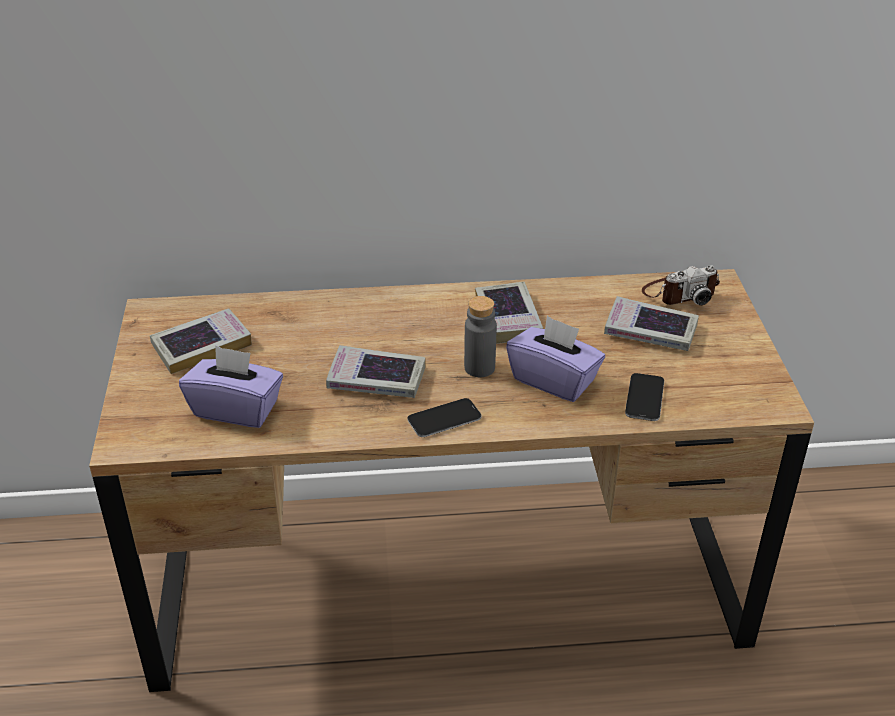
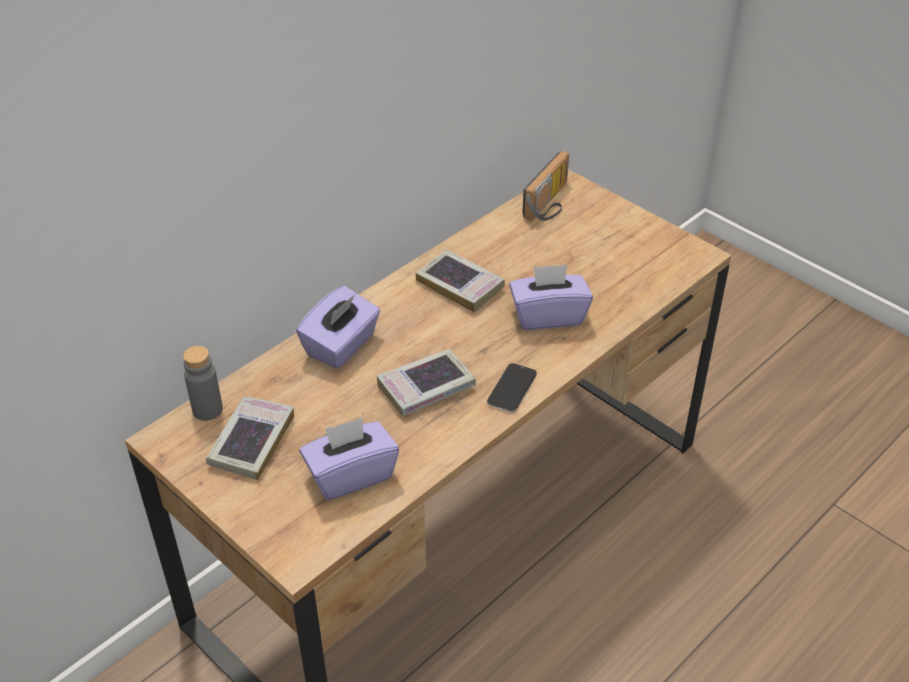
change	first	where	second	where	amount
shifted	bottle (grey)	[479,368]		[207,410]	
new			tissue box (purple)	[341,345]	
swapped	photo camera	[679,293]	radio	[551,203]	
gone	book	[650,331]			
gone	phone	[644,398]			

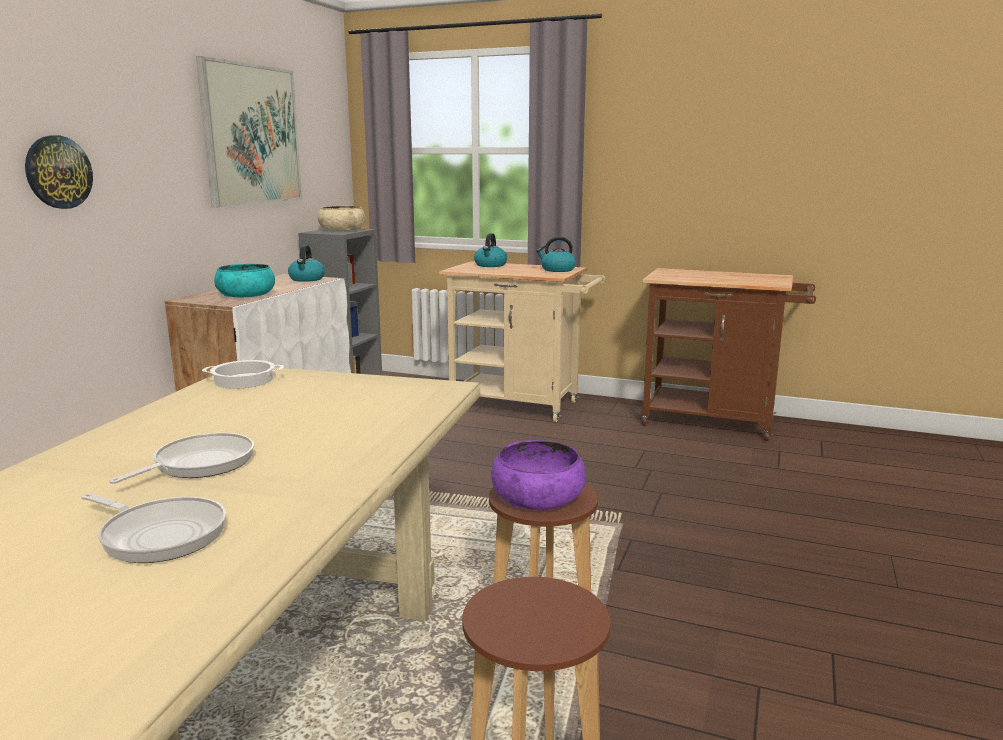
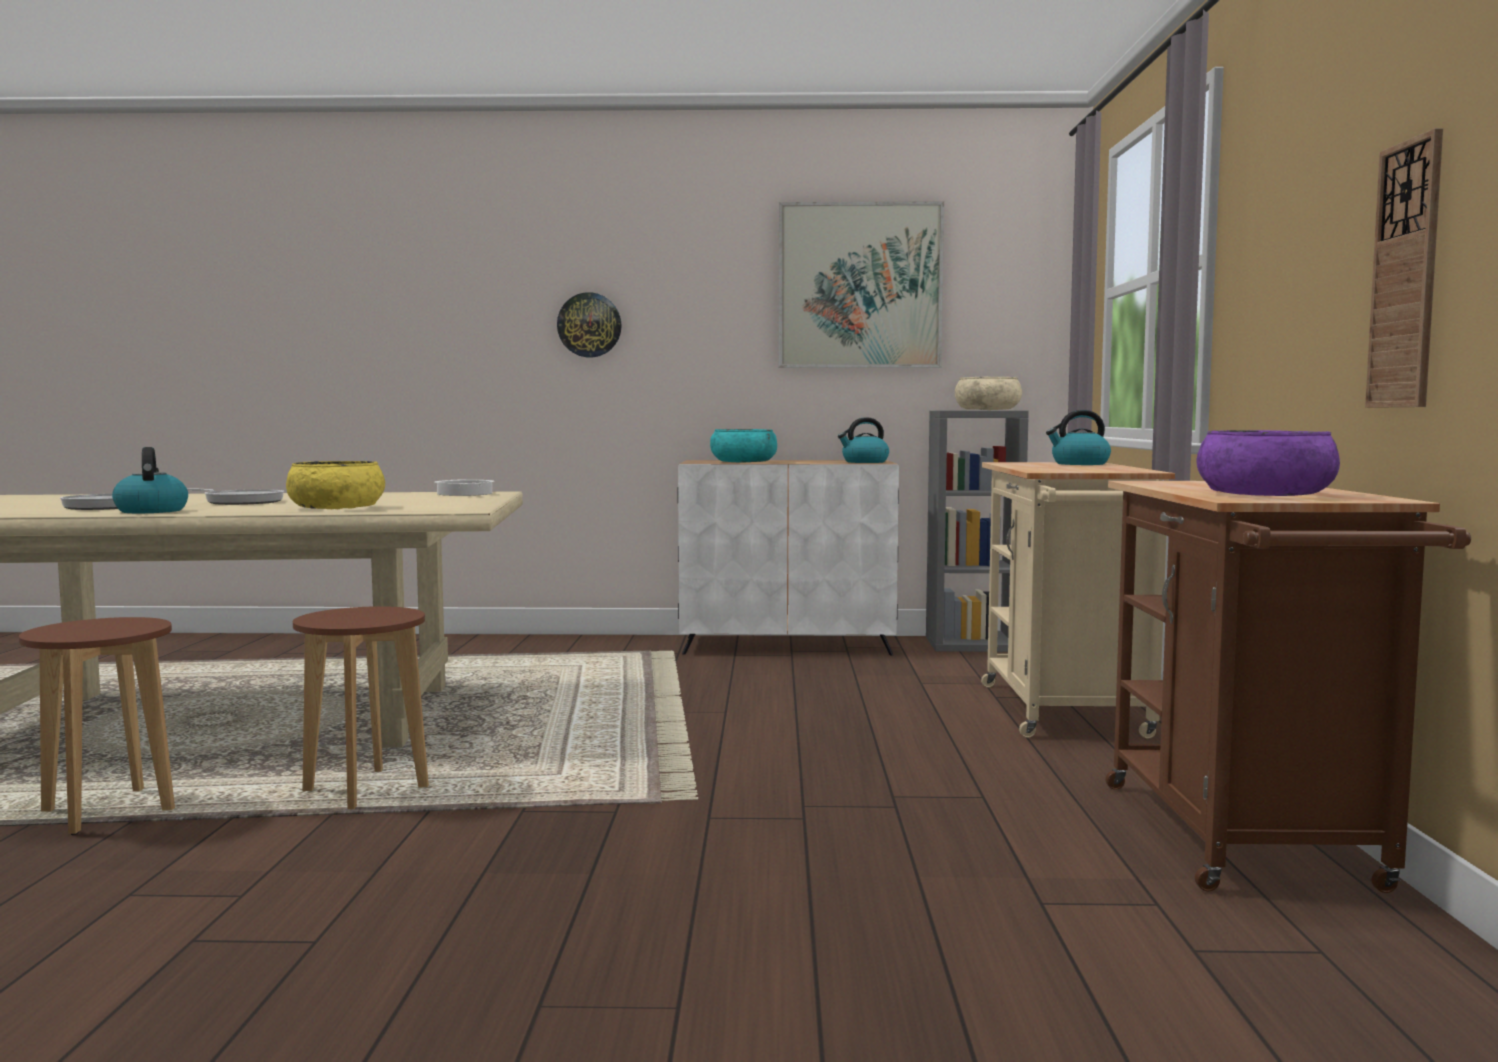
change	first	where	second	where	amount
shifted	kettle	[557,270]		[151,511]	
new			bowl (yellow)	[337,508]	
shifted	bowl (purple)	[537,497]		[1264,494]	
new			wall clock	[1406,275]	

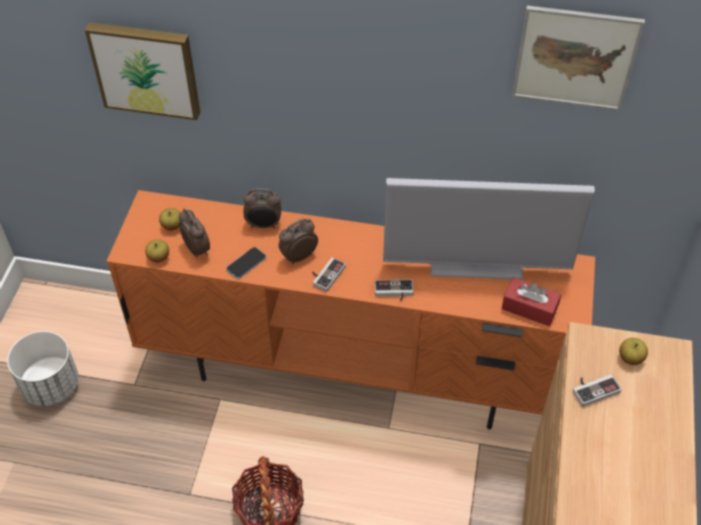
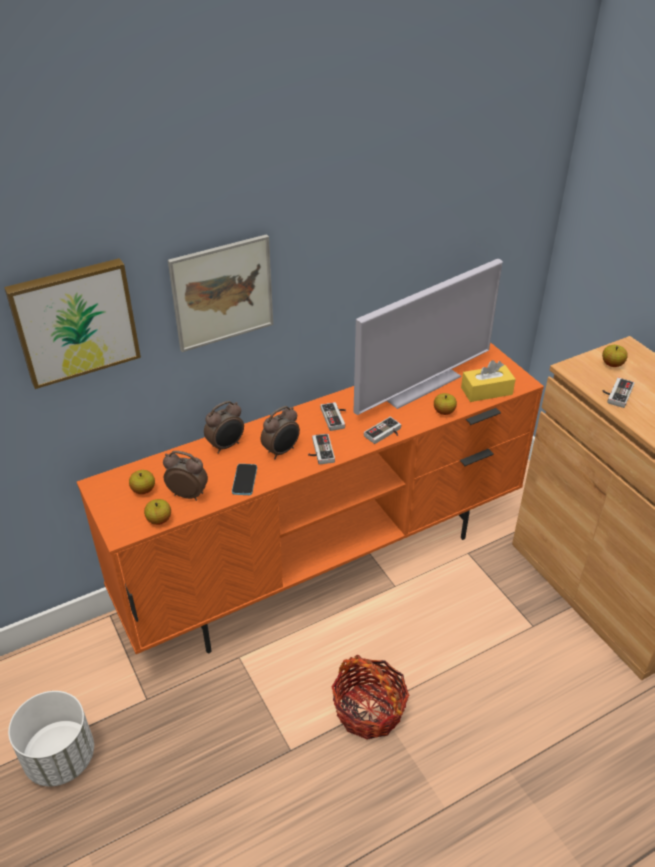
change	first	where	second	where	amount
shifted	picture	[575,58]		[222,293]	
rotated	alarm clock	[298,256]		[282,451]	150 degrees counterclockwise
new			game controller	[336,418]	
new			apple	[444,412]	
repainted	tissue box (red)	[529,308]	tissue box (yellow)	[486,391]	

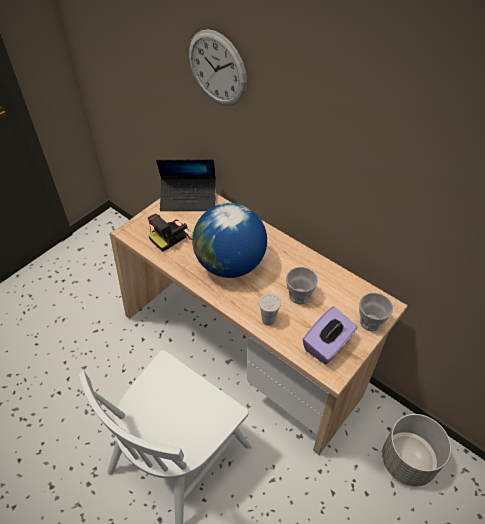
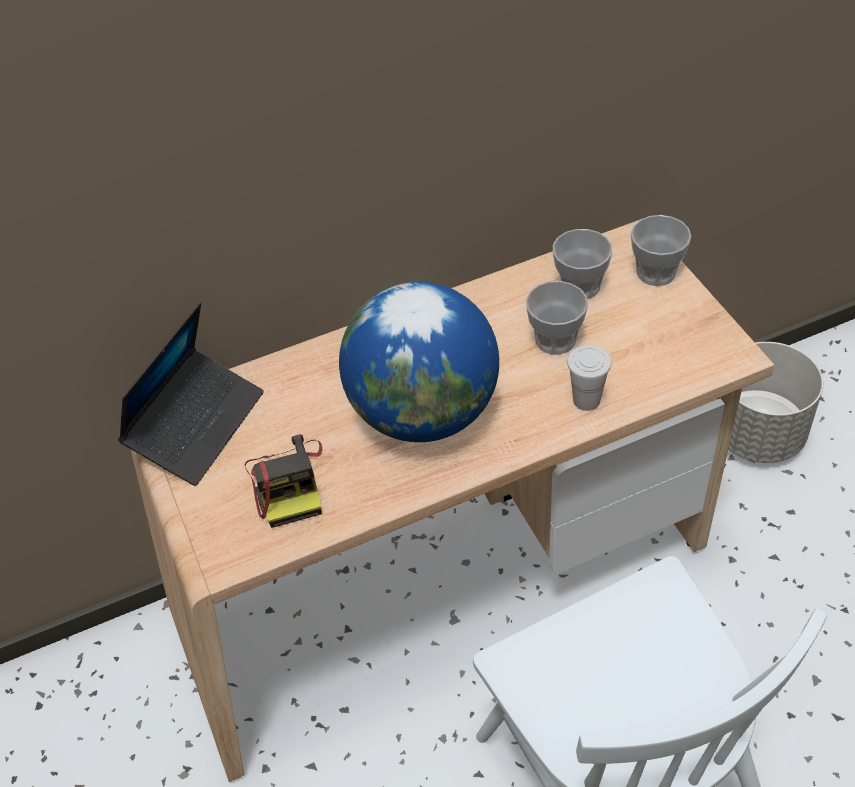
change	first	where	second	where	amount
new			cup	[580,286]	
gone	wall clock	[217,69]			
gone	tissue box (purple)	[327,345]			

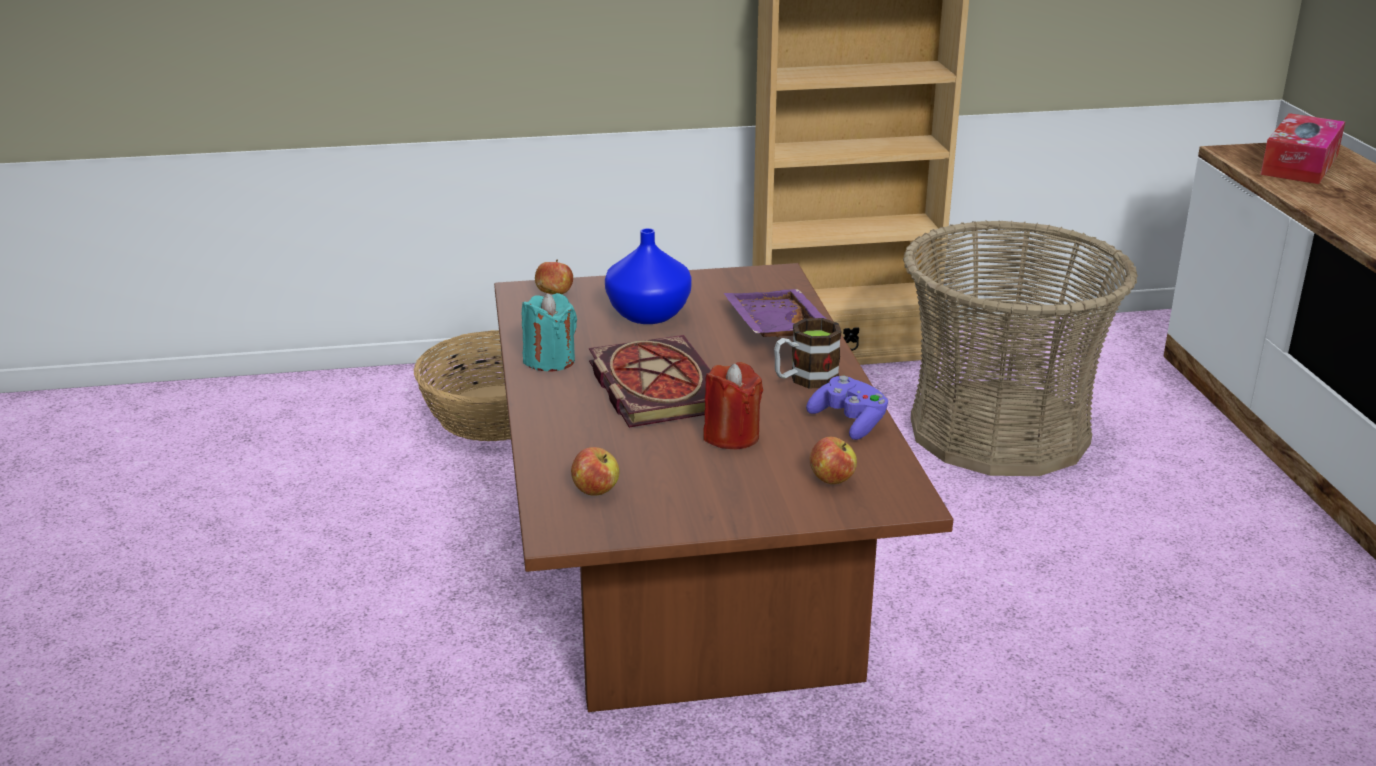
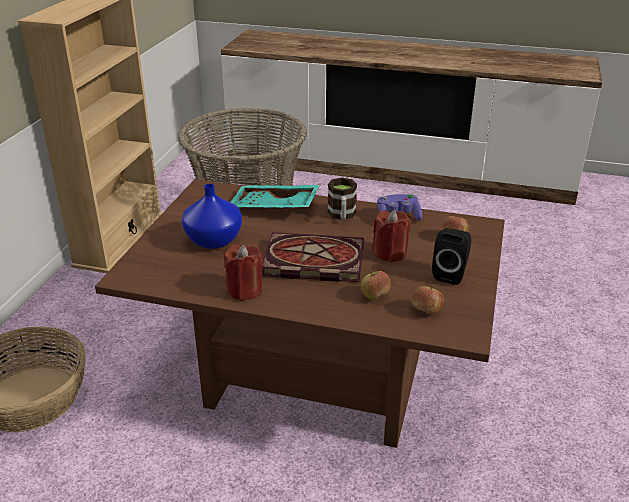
change	first	where	second	where	amount
repainted	candle (turquoise)	[550,360]	candle (red)	[244,290]	
repainted	tray (purple)	[774,329]	tray (turquoise)	[273,208]	
shifted	apple	[554,294]		[374,296]	
new			speaker (black)	[451,274]	
gone	tissue box	[1299,164]			

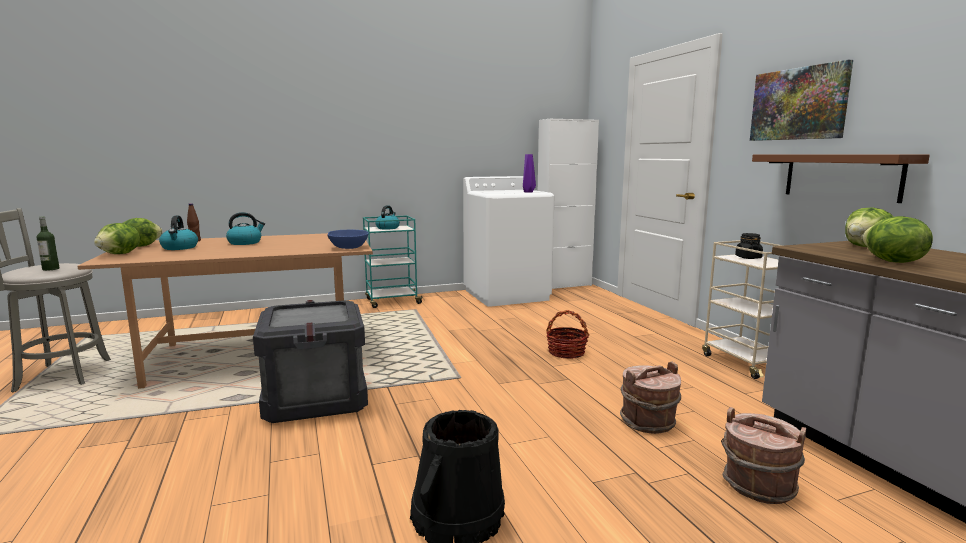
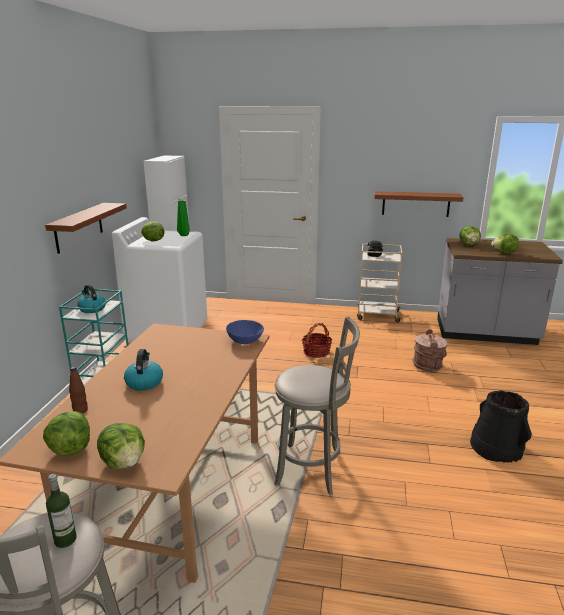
change	first	where	second	where	amount
new			shelf (brown)	[79,227]	
new			lettuce	[153,241]	
repainted	vase (purple)	[528,192]	vase (green)	[184,235]	
swapped	crate	[314,399]	stool (grey)	[313,469]	
gone	kettle	[179,248]			
gone	bucket (brown)	[758,486]			
gone	picture	[798,104]			

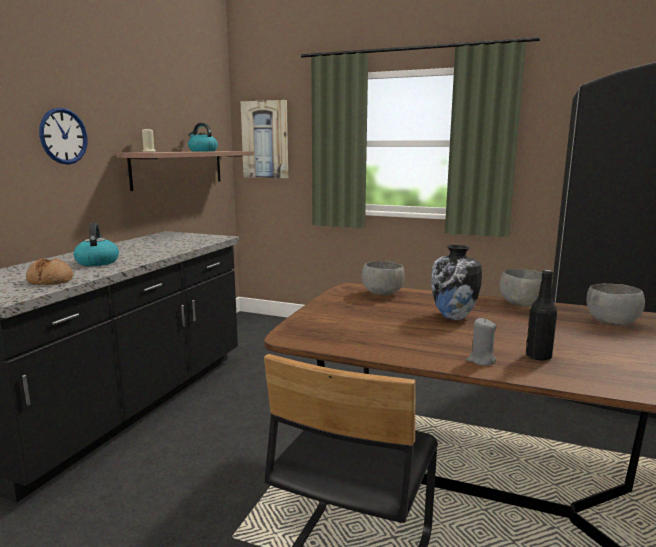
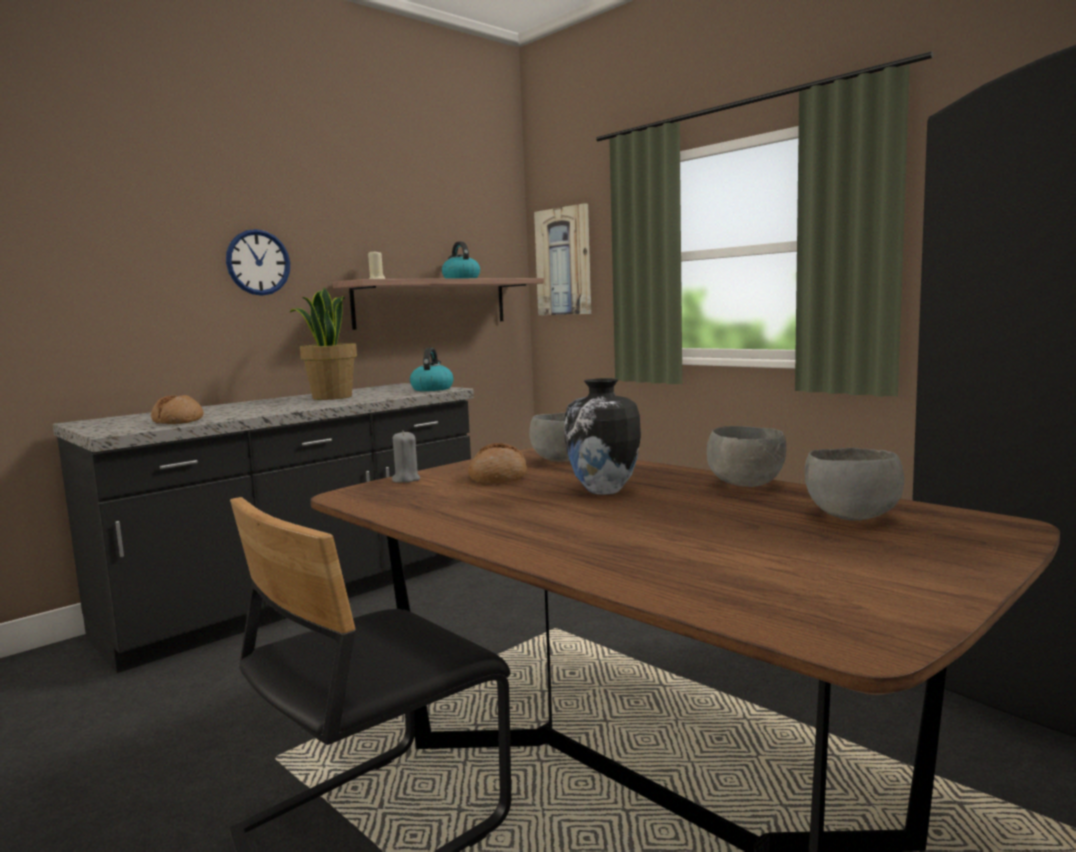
change	first	where	second	where	amount
new			potted plant	[331,397]	
shifted	candle (grey)	[481,360]		[406,480]	
shifted	kettle	[97,262]		[432,389]	
new			bread	[498,477]	
gone	bottle (black)	[538,356]			

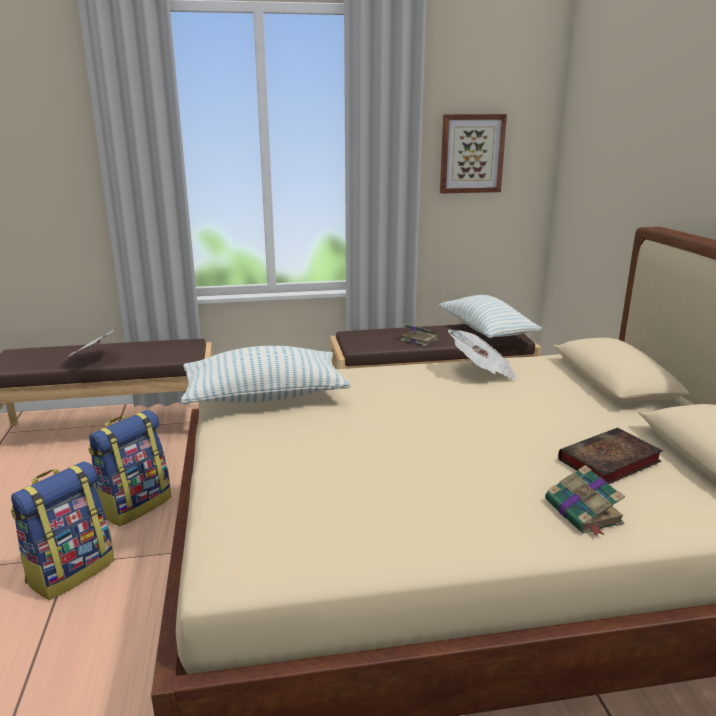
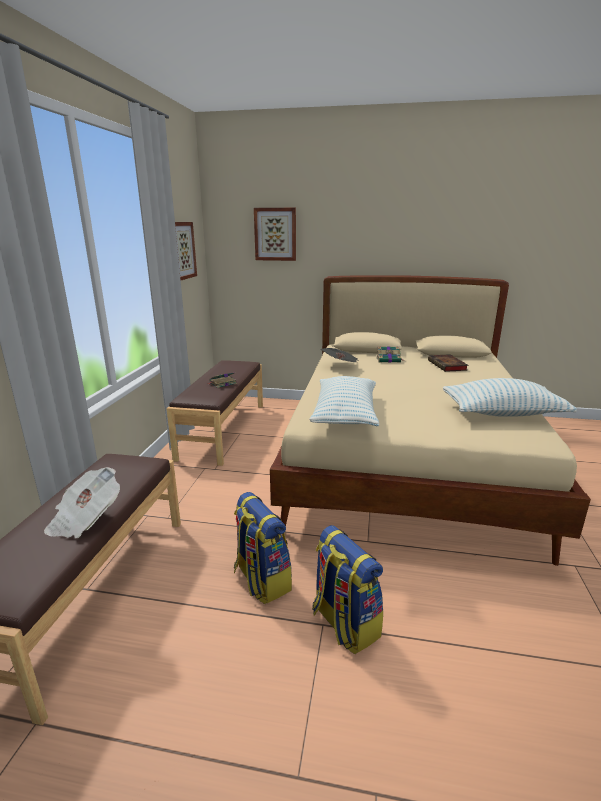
change	first	where	second	where	amount
new			picture	[275,234]	
shifted	book	[584,513]		[389,360]	
shifted	pillow	[486,331]		[502,413]	

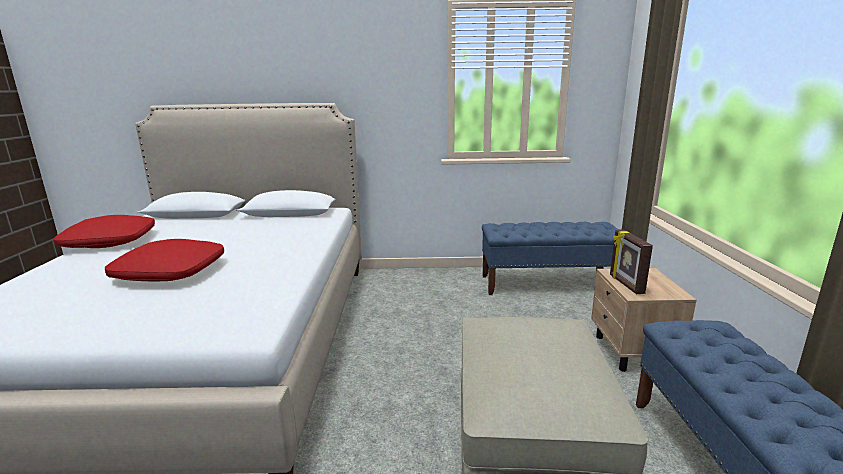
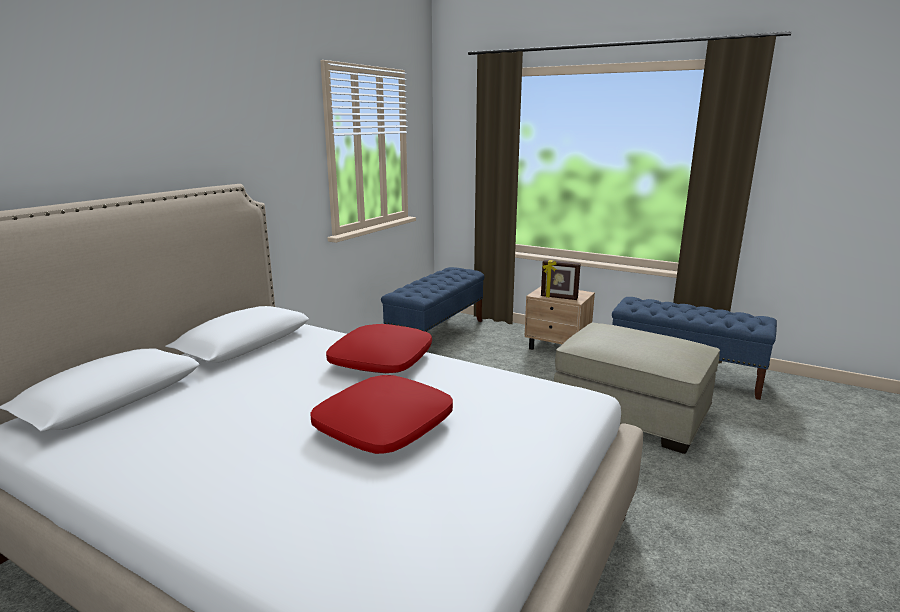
change	first	where	second	where	amount
shifted	pillow (red)	[110,241]		[381,360]	

